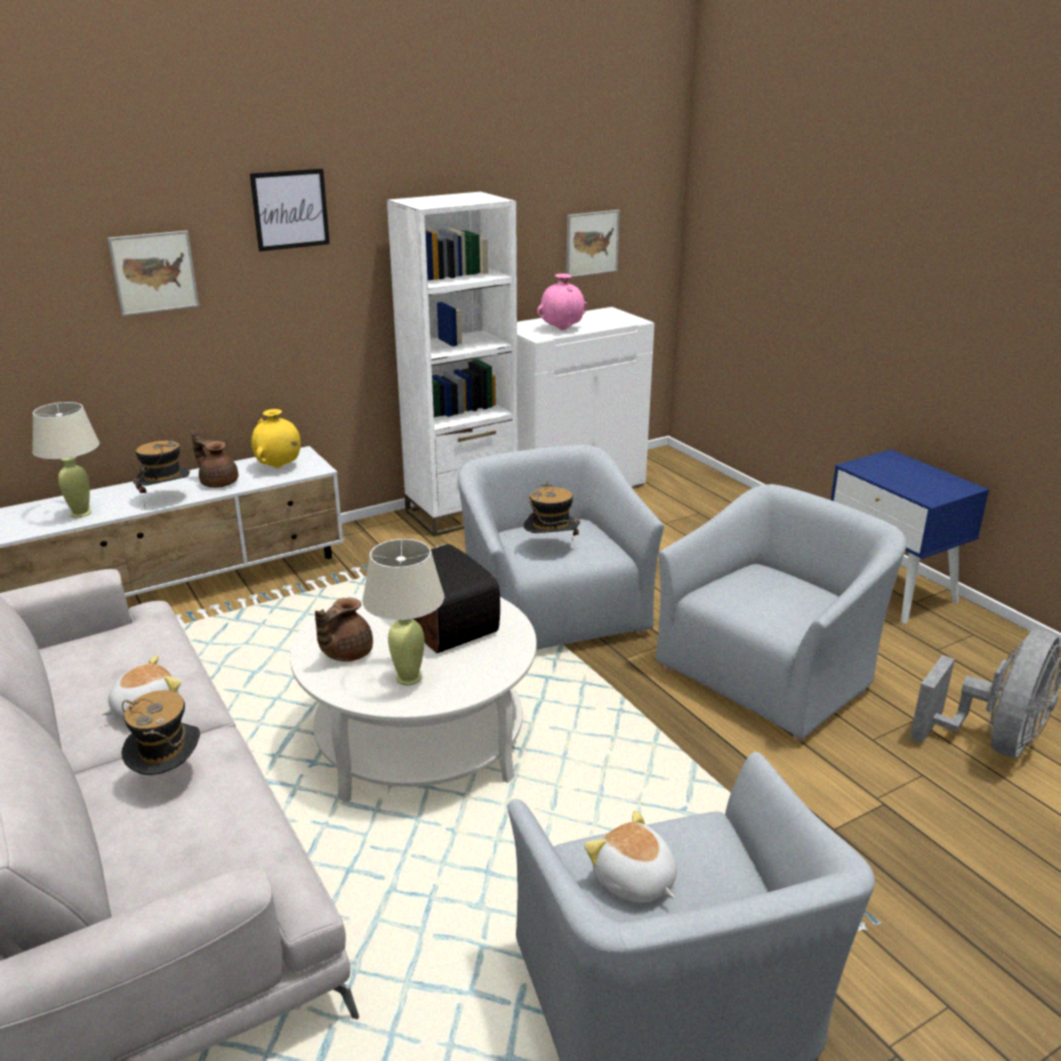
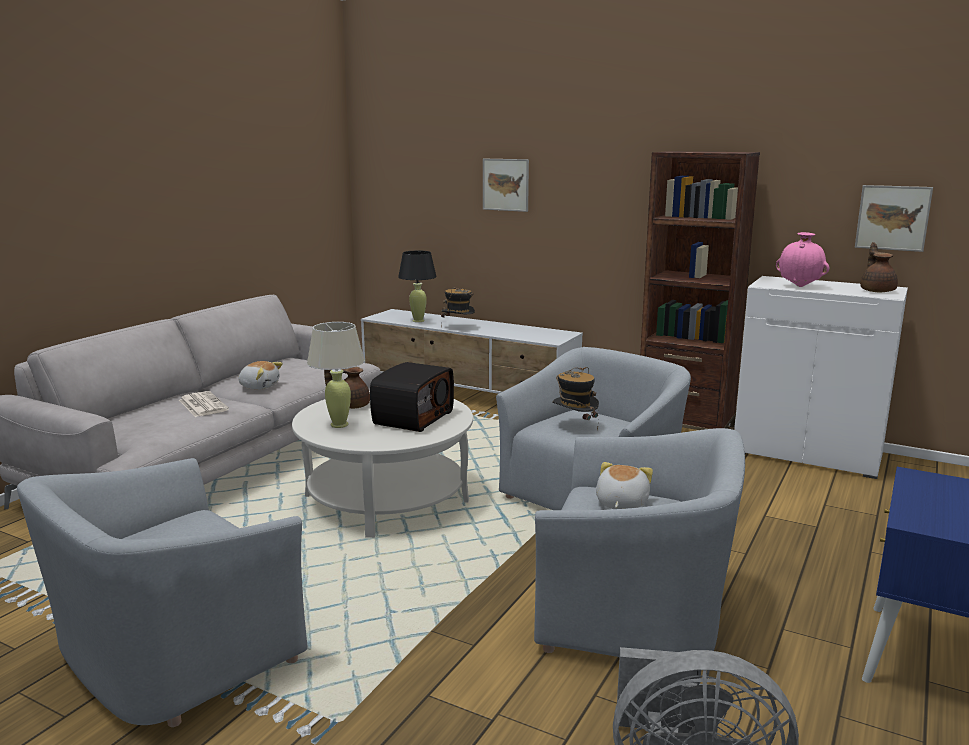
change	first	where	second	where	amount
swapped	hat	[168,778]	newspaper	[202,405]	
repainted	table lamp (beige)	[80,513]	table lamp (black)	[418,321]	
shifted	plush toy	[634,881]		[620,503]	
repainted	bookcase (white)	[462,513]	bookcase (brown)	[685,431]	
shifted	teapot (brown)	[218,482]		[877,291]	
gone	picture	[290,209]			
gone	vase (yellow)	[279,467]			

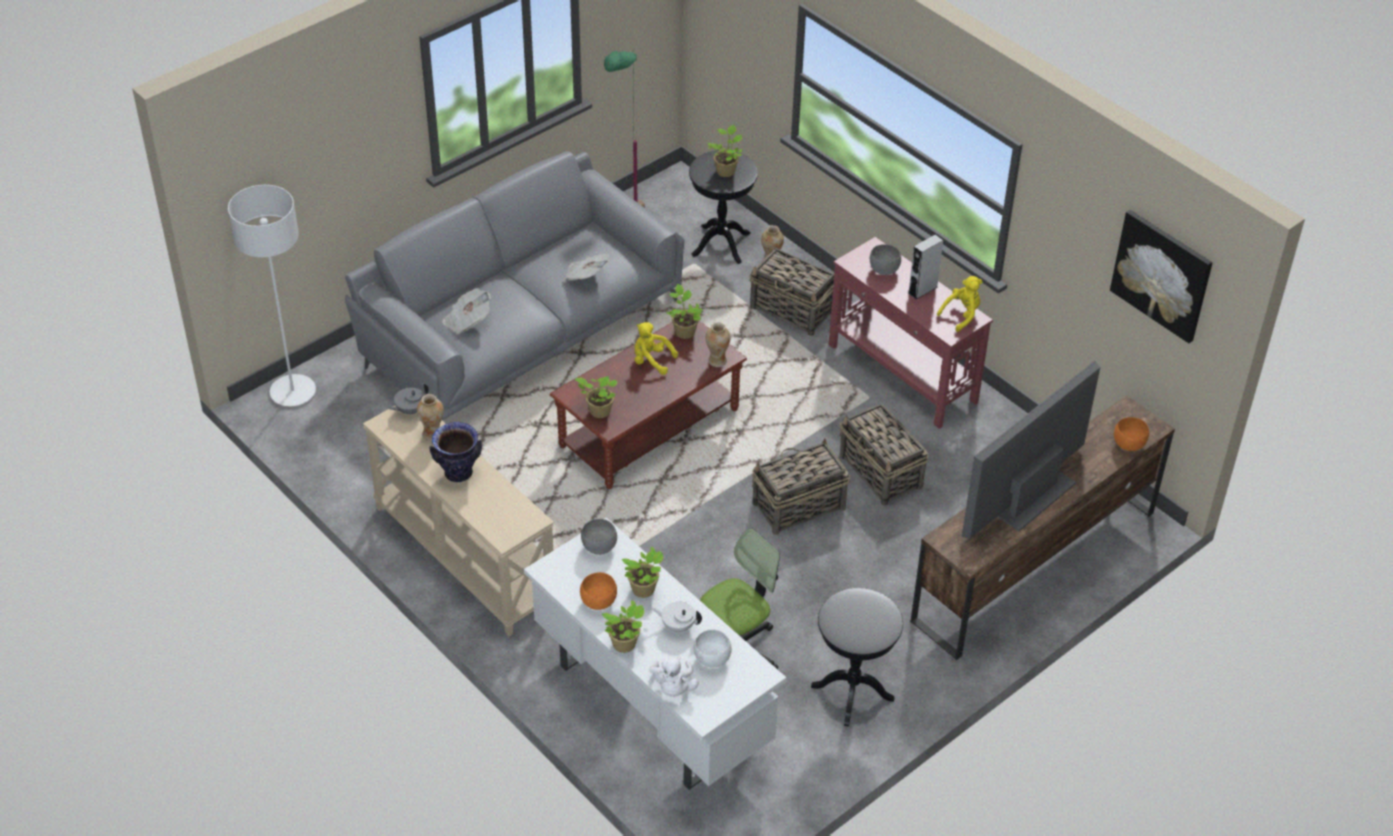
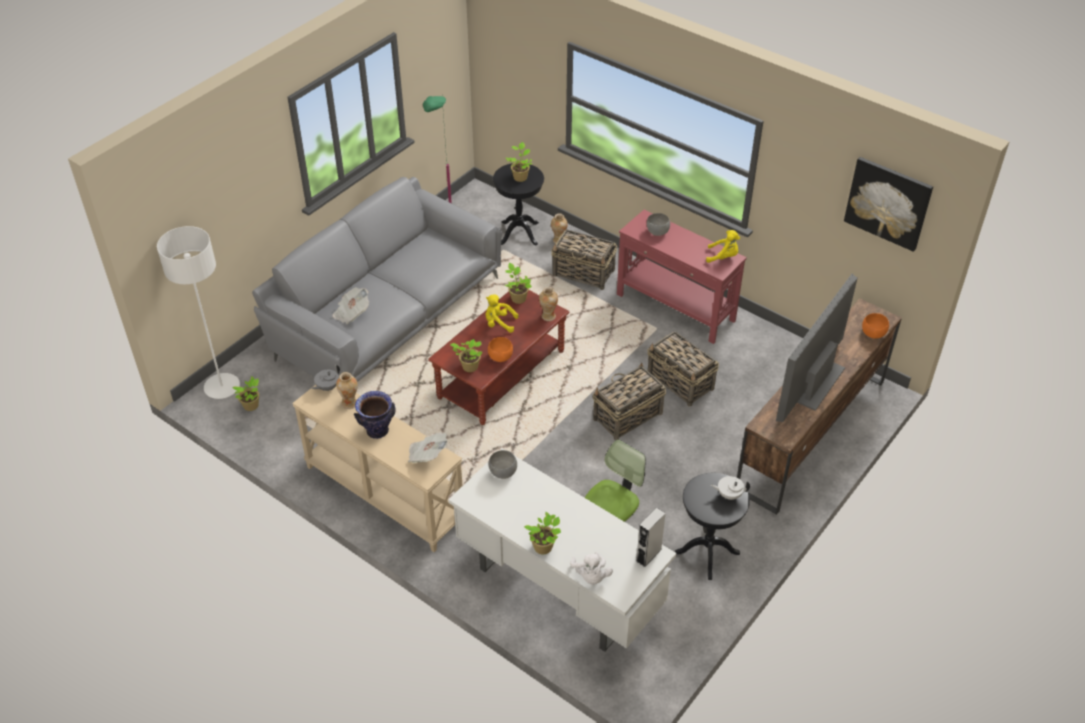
change	first	where	second	where	amount
shifted	potted plant	[644,590]		[252,406]	
shifted	newspaper	[586,276]		[427,455]	
shifted	bowl (orange)	[599,601]		[500,357]	
shifted	speaker (grey)	[922,290]		[648,555]	
rotated	plush toy (yellow)	[961,315]		[723,257]	60 degrees clockwise
shifted	teapot (white)	[677,625]		[729,494]	
gone	bowl (white)	[711,659]			

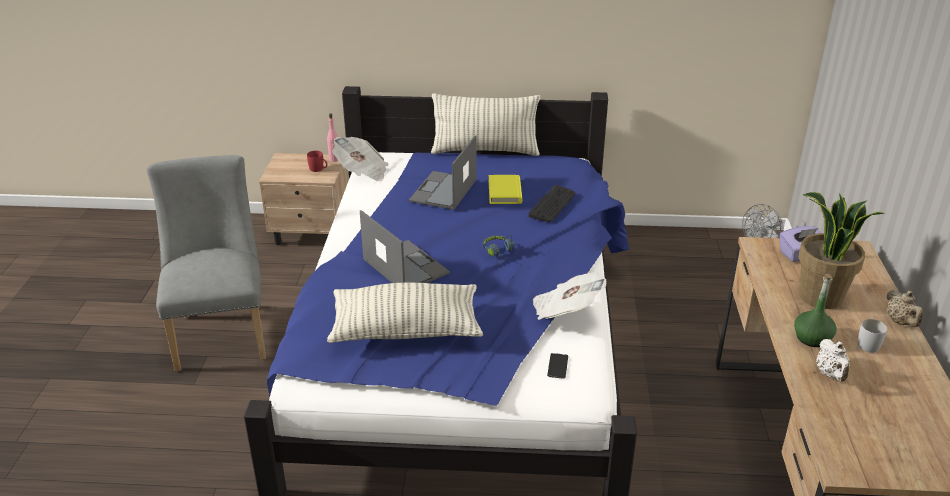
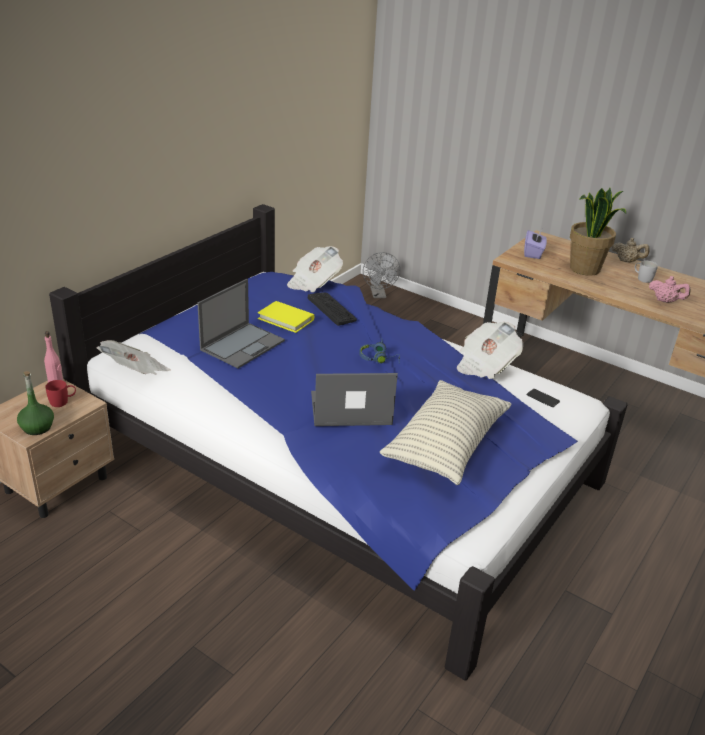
change	first	where	second	where	amount
shifted	bottle (green)	[812,338]		[37,427]	
rotated	laptop	[443,191]		[243,345]	105 degrees counterclockwise
new			newspaper	[313,282]	
repainted	teapot (white)	[830,374]	teapot (pink)	[665,301]	
gone	chair (grey)	[222,331]			
gone	pillow	[485,151]			

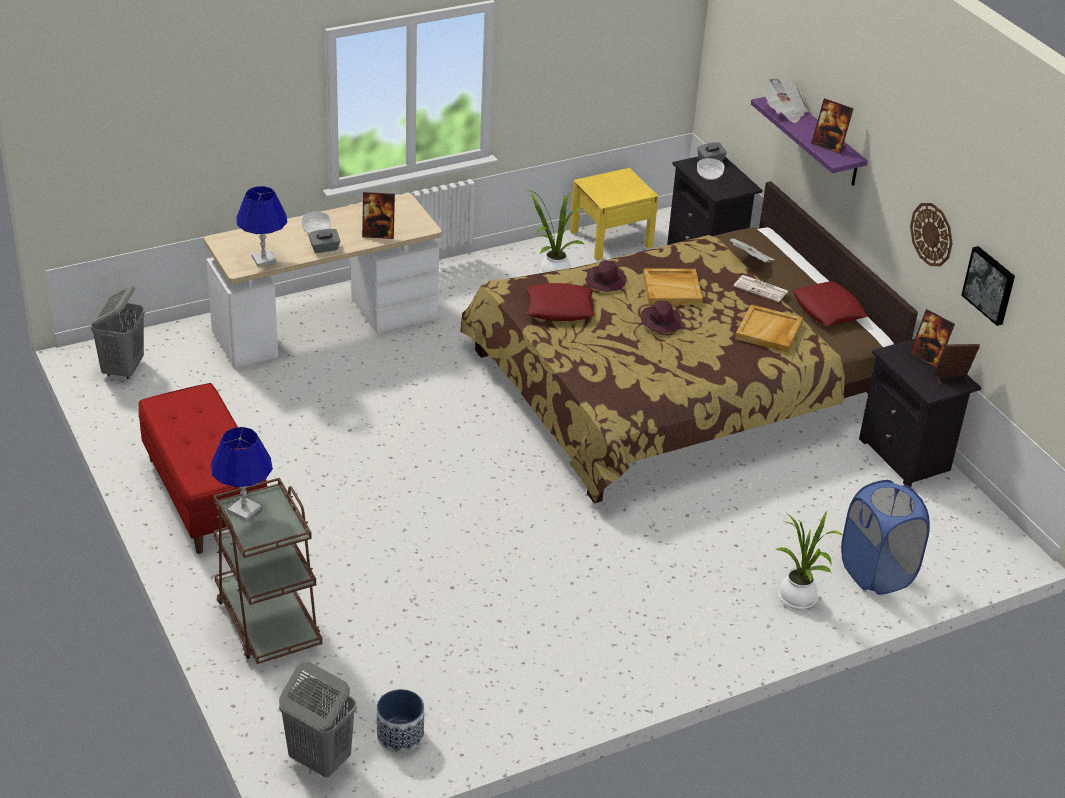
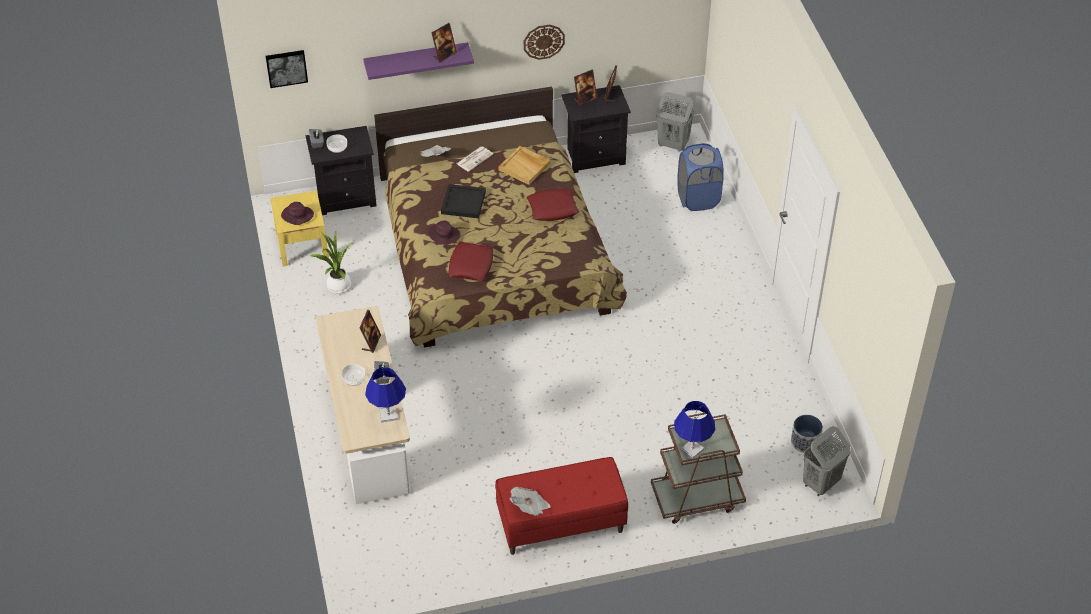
change	first	where	second	where	amount
shifted	picture	[990,285]		[286,67]	
shifted	hat (purple)	[660,322]		[297,216]	
repainted	tray (beige)	[672,289]	tray (black)	[463,202]	
shifted	newspaper	[784,111]		[530,507]	
shifted	pillow (red)	[828,310]		[553,208]	
shifted	laundry basket (grey)	[123,369]		[672,144]	
gone	potted plant	[798,600]			

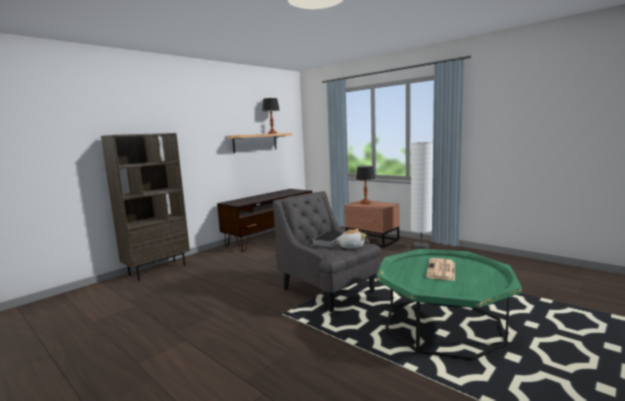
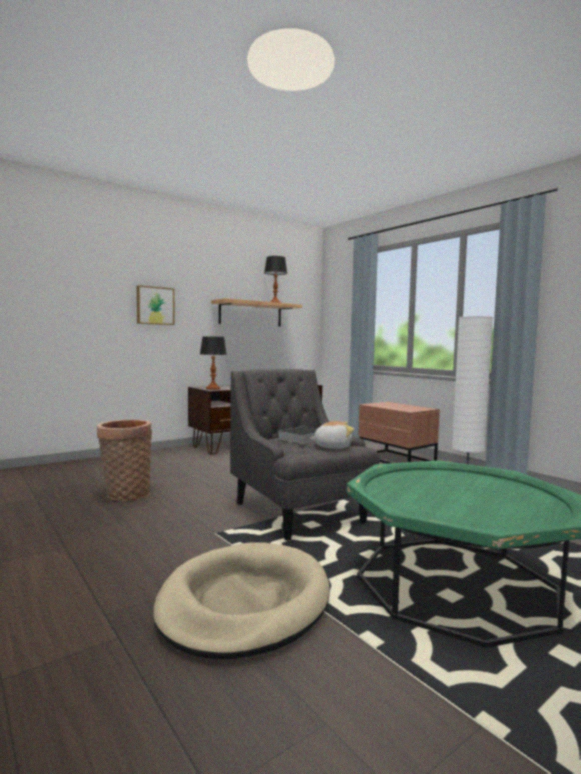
change	first	where	second	where	amount
new			basket	[125,494]	
new			picture	[155,305]	
new			dog bed (beige)	[244,603]	
shifted	table lamp	[365,203]		[213,389]	
gone	bookcase (brown)	[158,270]			
gone	newspaper	[441,270]			

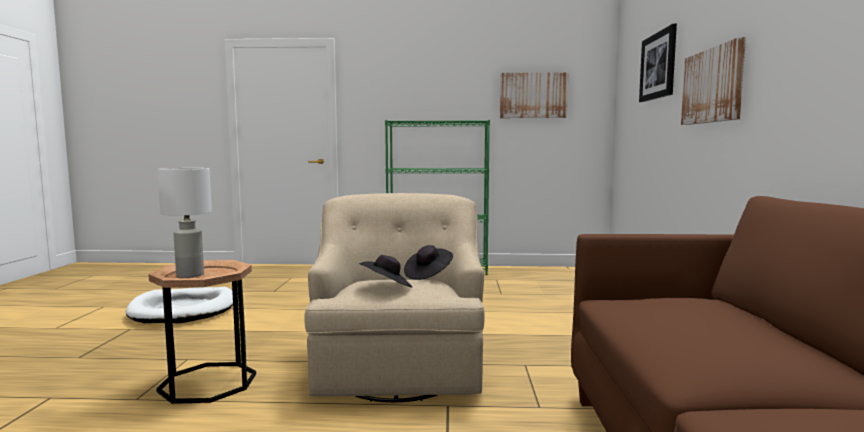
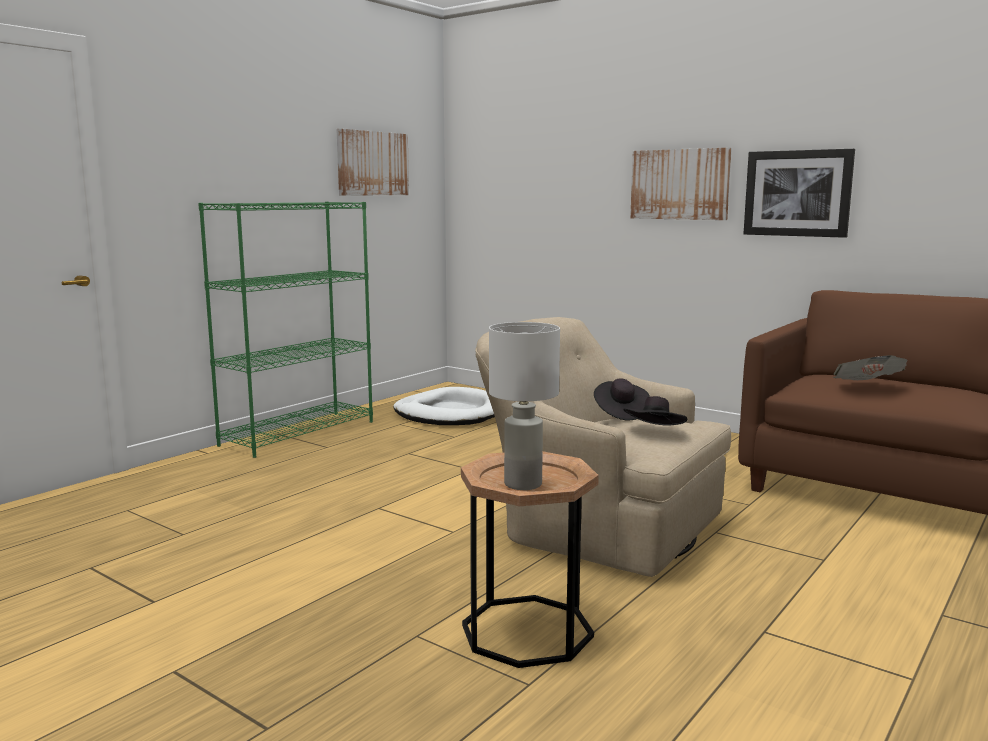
change	first	where	second	where	amount
shifted	dog bed (white)	[184,310]		[450,413]	
shifted	picture	[658,66]		[797,193]	
new			newspaper	[867,387]	

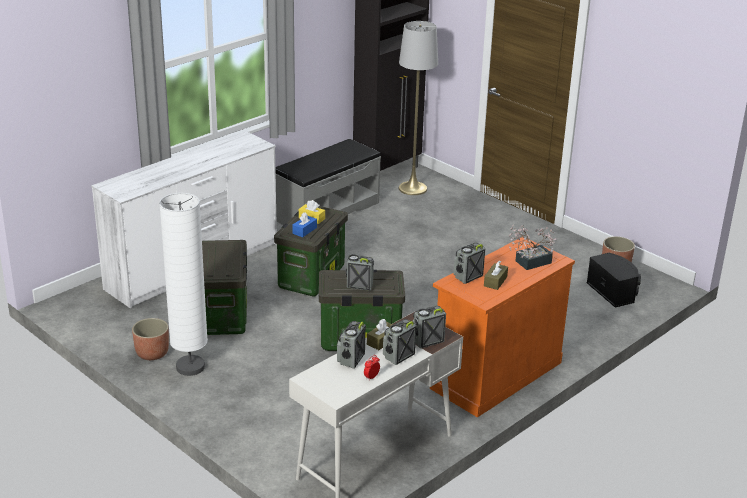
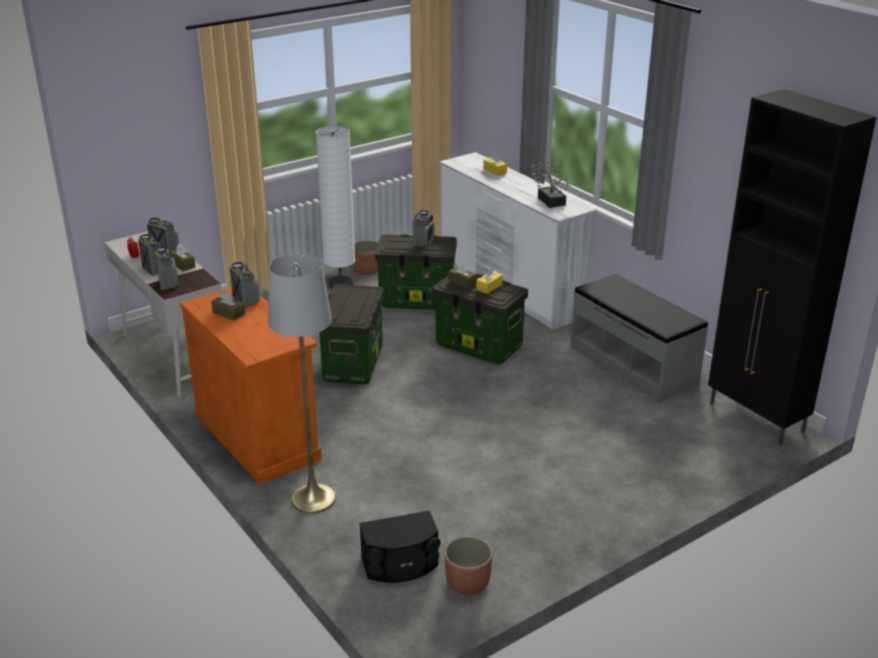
change	first	where	second	where	amount
shifted	floor lamp (grey)	[412,188]		[313,498]	
shifted	radio	[359,285]		[423,242]	
repainted	tissue box (blue)	[304,230]	tissue box (brown)	[462,282]	
new			tissue box (yellow)	[494,171]	
shifted	potted plant	[529,263]		[550,200]	

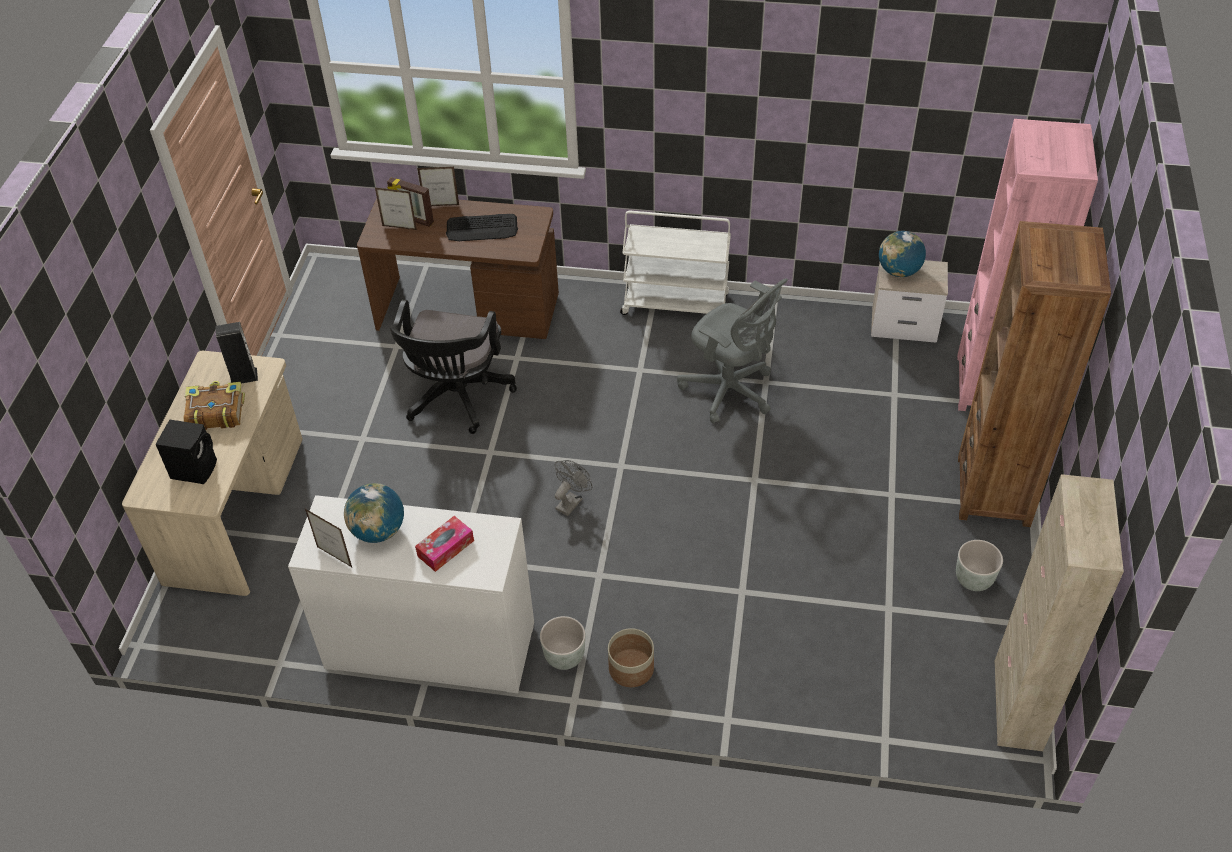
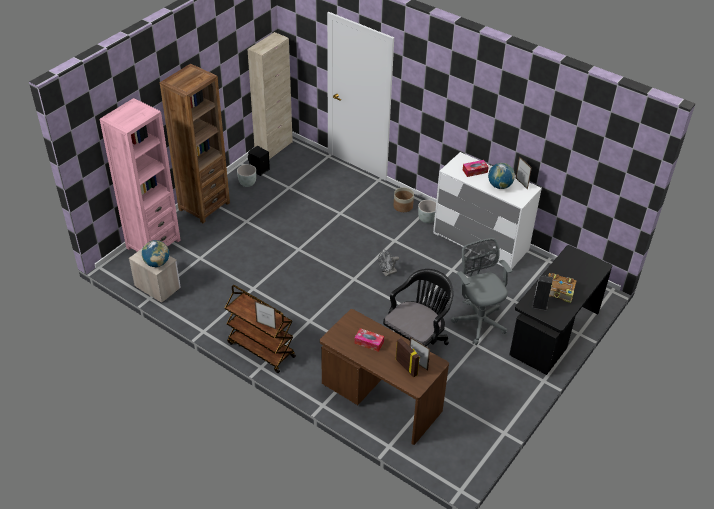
change	first	where	second	where	amount
repainted	cart (white)	[676,304]	cart (brown)	[260,350]	
shifted	speaker (black)	[195,468]		[259,170]	
shifted	picture frame	[441,206]		[266,325]	
swapped	keyboard	[482,228]	tissue box	[369,342]	
shifted	office chair (grey)	[730,391]		[478,320]	
repainted	desk (beige)	[237,510]	desk (black)	[553,333]	

